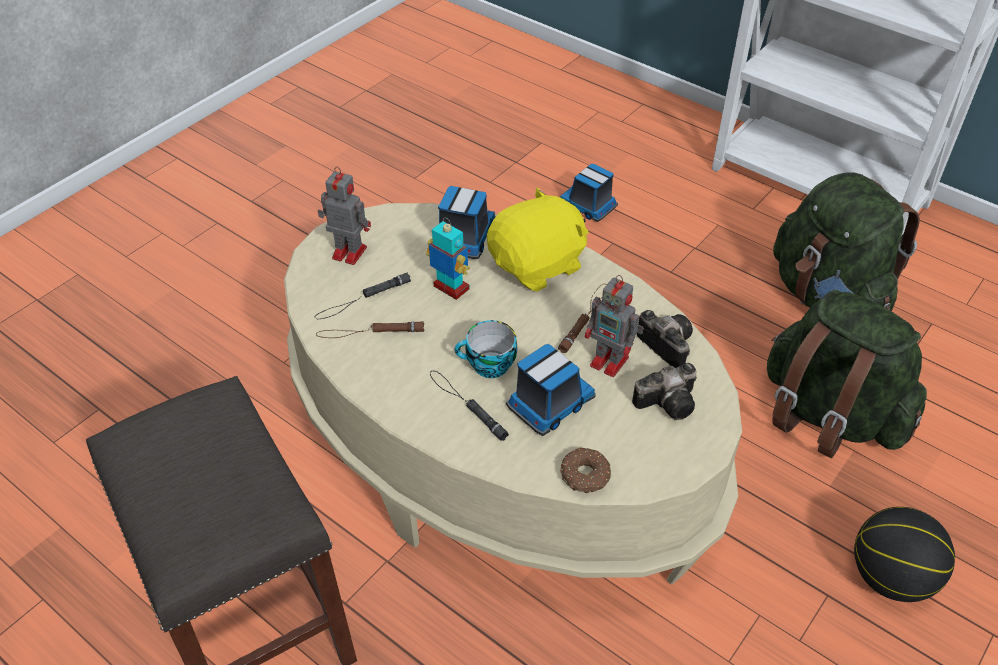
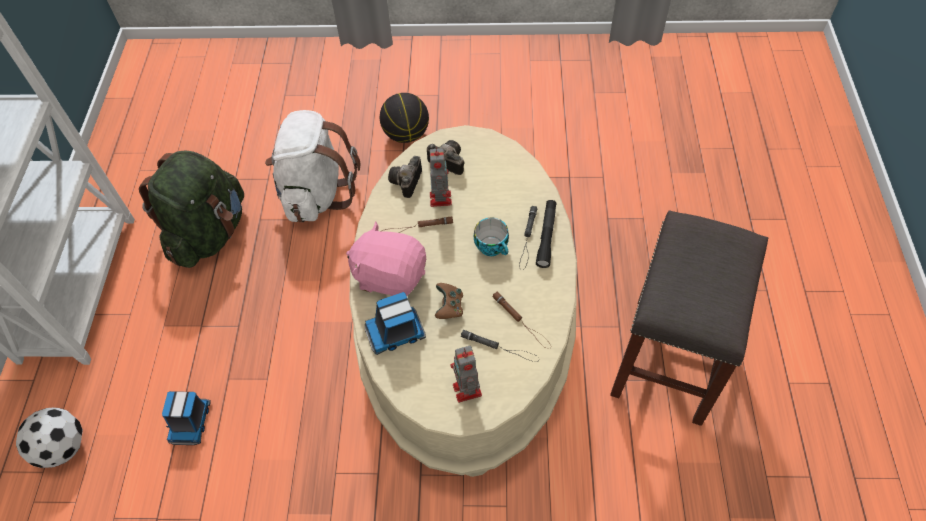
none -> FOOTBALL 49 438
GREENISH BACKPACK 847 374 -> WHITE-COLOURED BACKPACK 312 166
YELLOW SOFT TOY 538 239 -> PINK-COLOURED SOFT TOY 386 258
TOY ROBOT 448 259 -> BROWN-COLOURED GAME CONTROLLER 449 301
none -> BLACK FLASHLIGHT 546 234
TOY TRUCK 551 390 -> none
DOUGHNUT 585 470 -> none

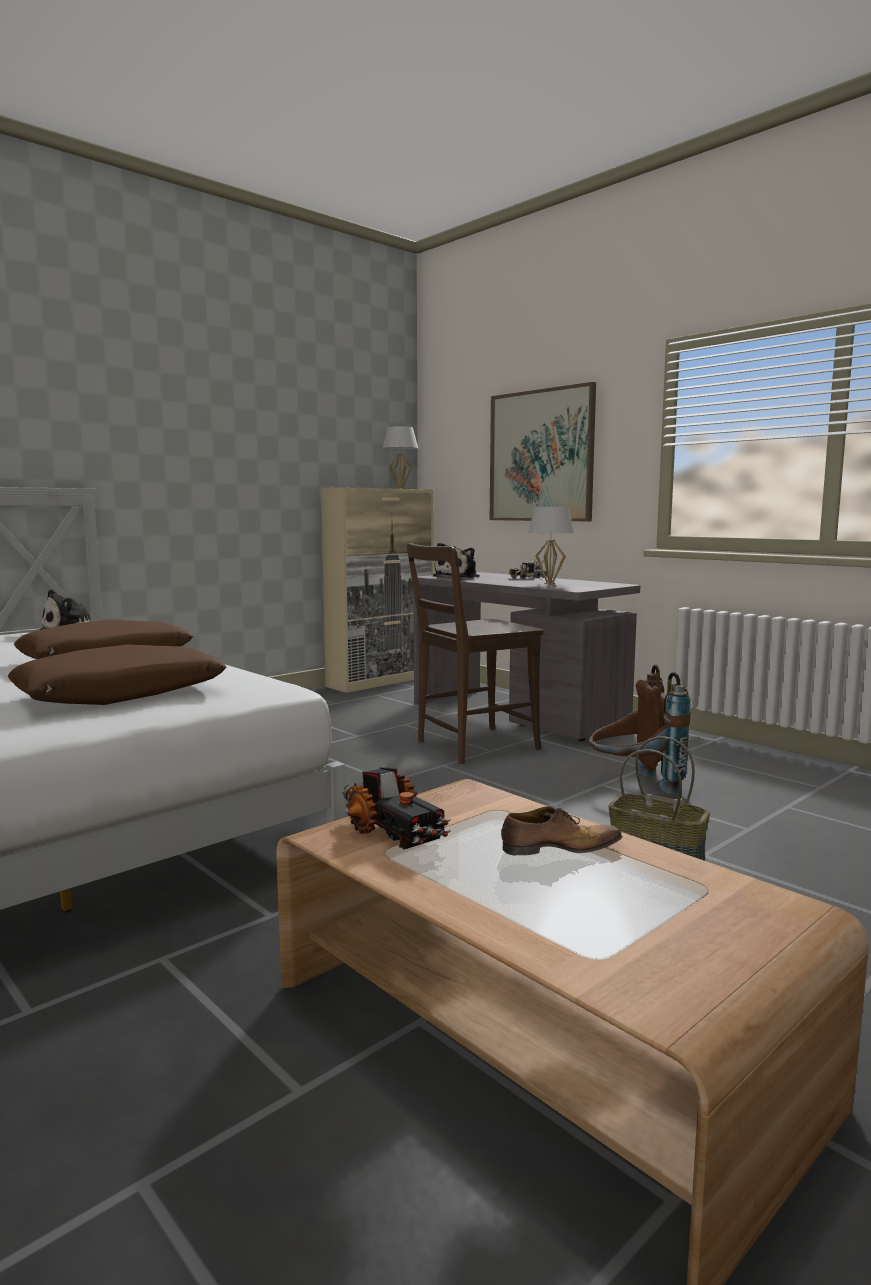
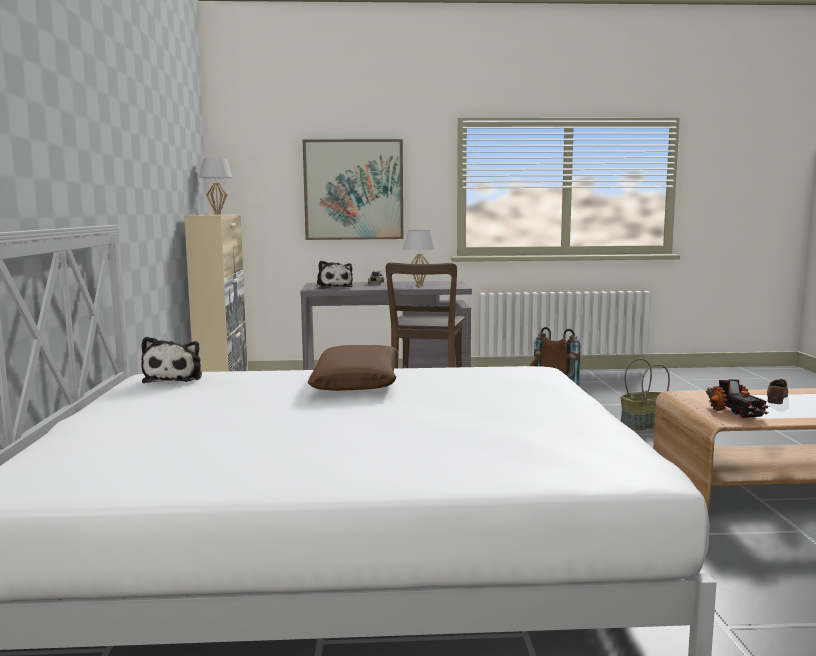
TOY TRUCK 396 808 -> TOY TRUCK 738 398, 75 degrees clockwise
BROWN-COLOURED CUSHION 117 674 -> none

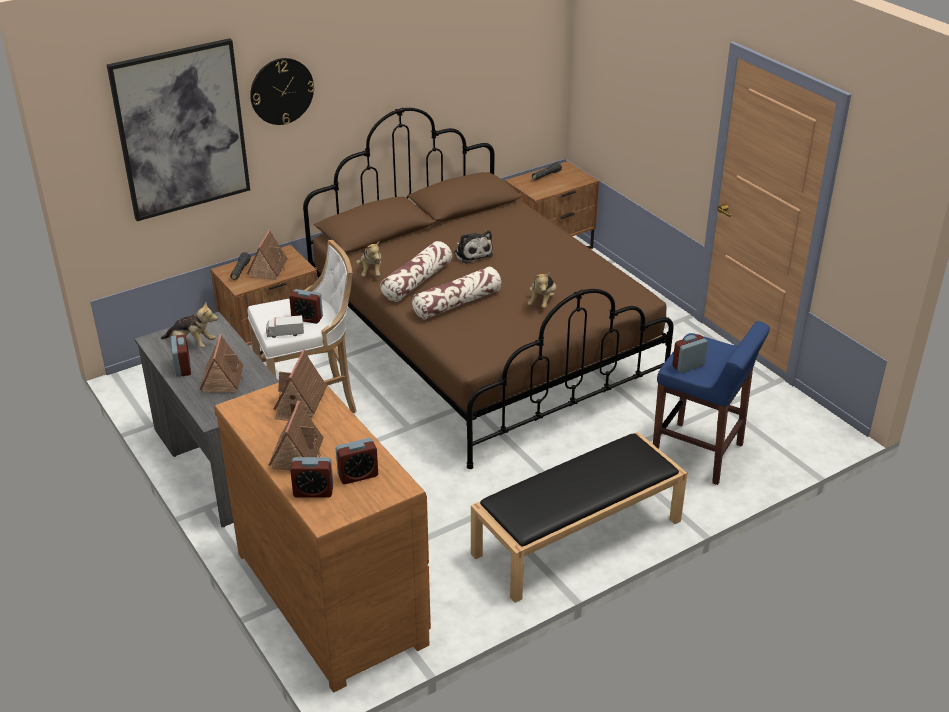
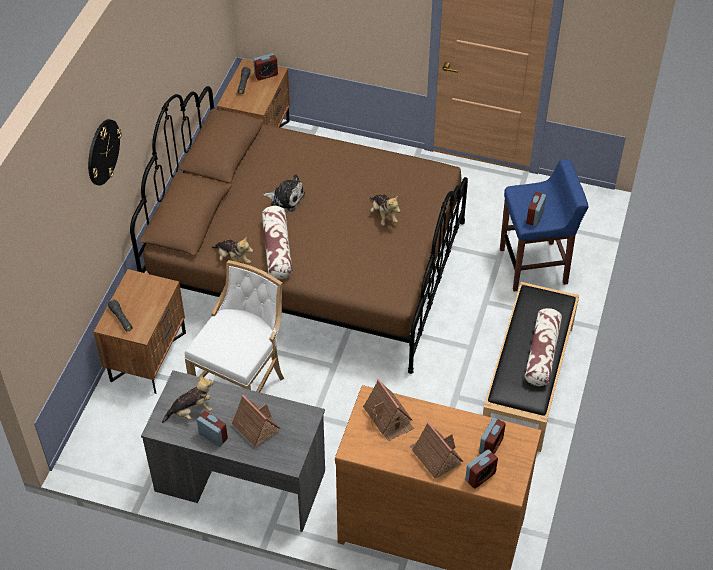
TABLE CLOCK 306 306 -> TABLE CLOCK 265 66, moved
CUSHION 456 293 -> CUSHION 543 347, moved
WALL PICTURE 178 129 -> none
TOY HOUSE 267 254 -> none
TOY TRUCK 285 326 -> none

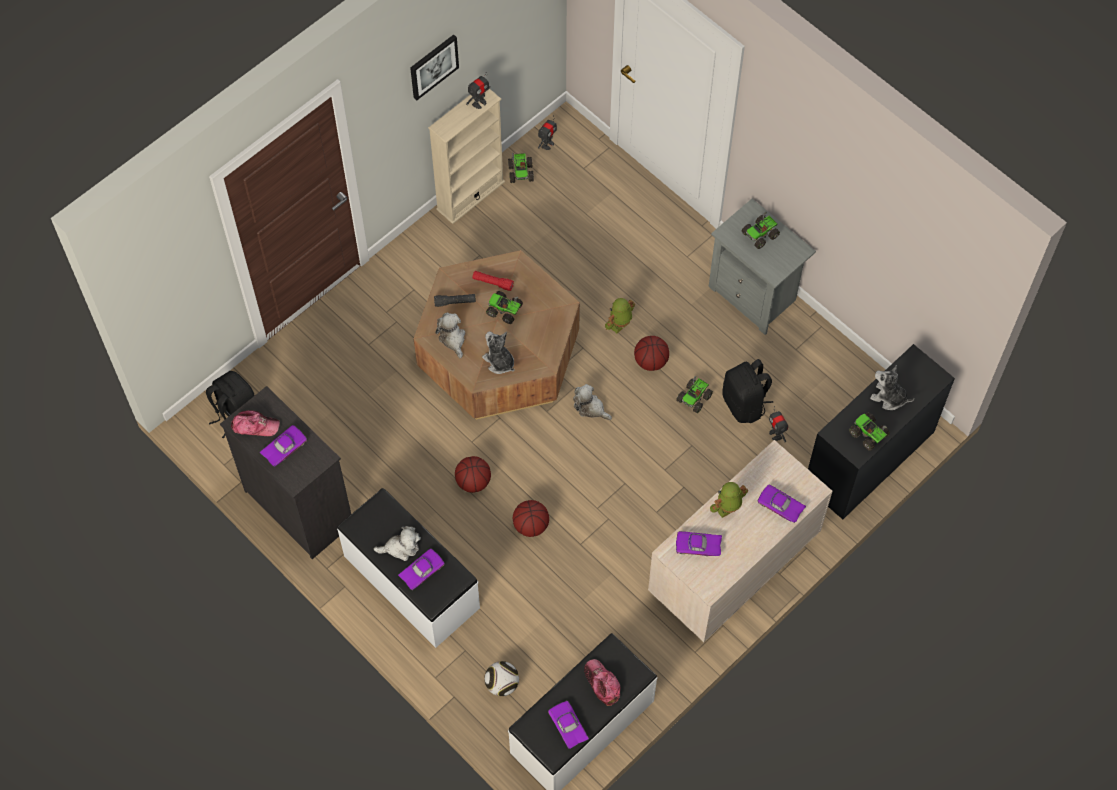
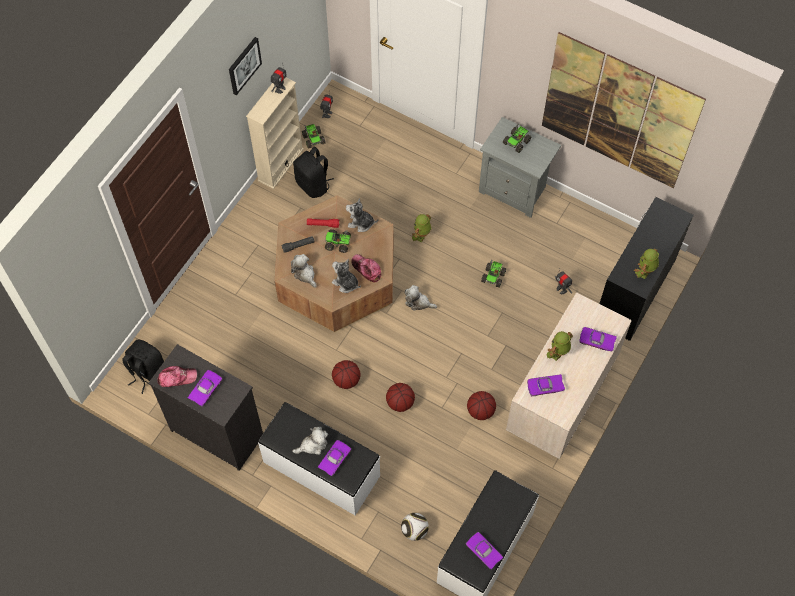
BLACK BACKPACK 747 391 -> BLACK BACKPACK 313 172, moved
SOFT TOY 892 387 -> SOFT TOY 362 215, moved
PEAKED CAP 602 682 -> PEAKED CAP 366 268, moved
BASKETBALL BALL 651 353 -> BASKETBALL BALL 481 405, moved
none -> WALL PICTURE 624 110
TOY TRUCK 869 432 -> TOY ROBOT 646 263

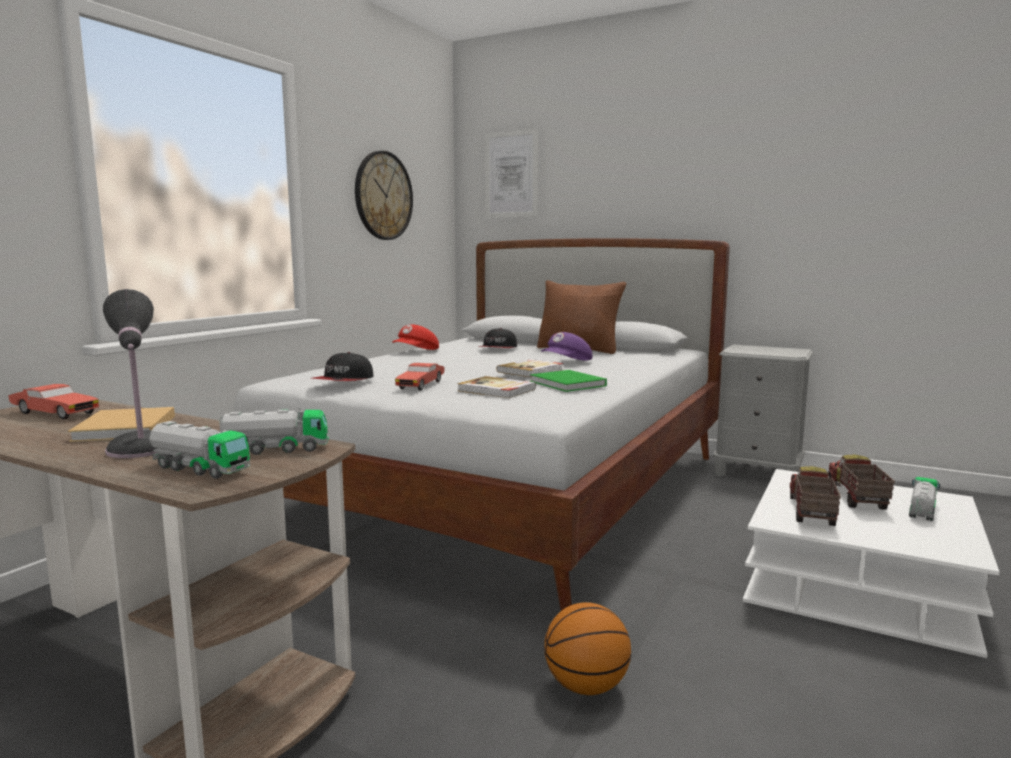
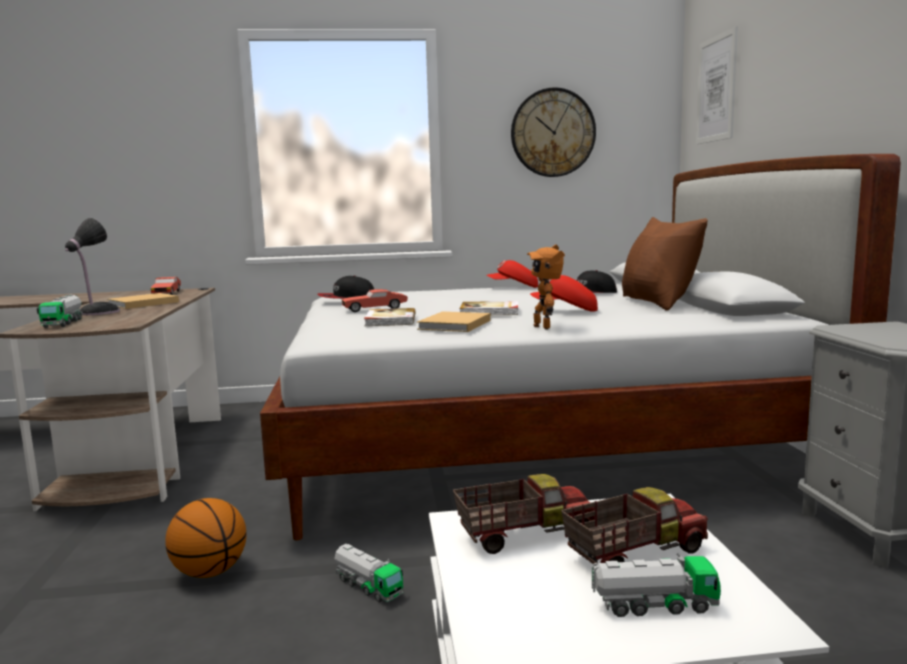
TOY TRUCK 274 431 -> TOY TRUCK 369 573, moved
GREENISH VOLUME 568 381 -> SAND-COLOURED VOLUME 454 321
none -> TOY ROBOT 546 287
PURPLISH PEAKED CAP 566 346 -> RED-COLOURED PEAKED CAP 564 293

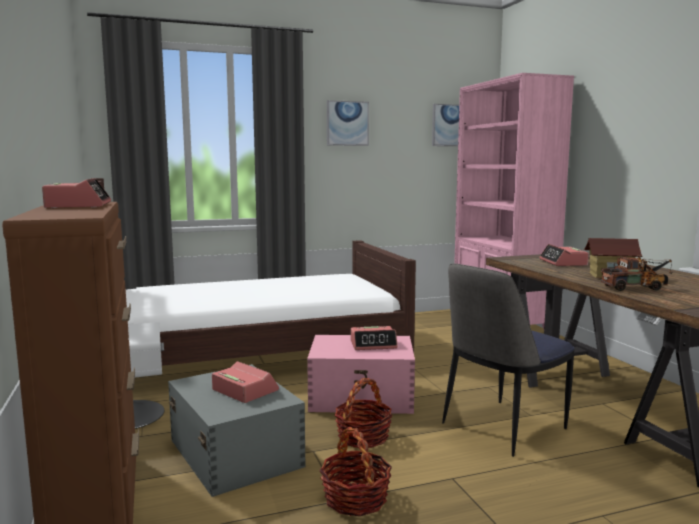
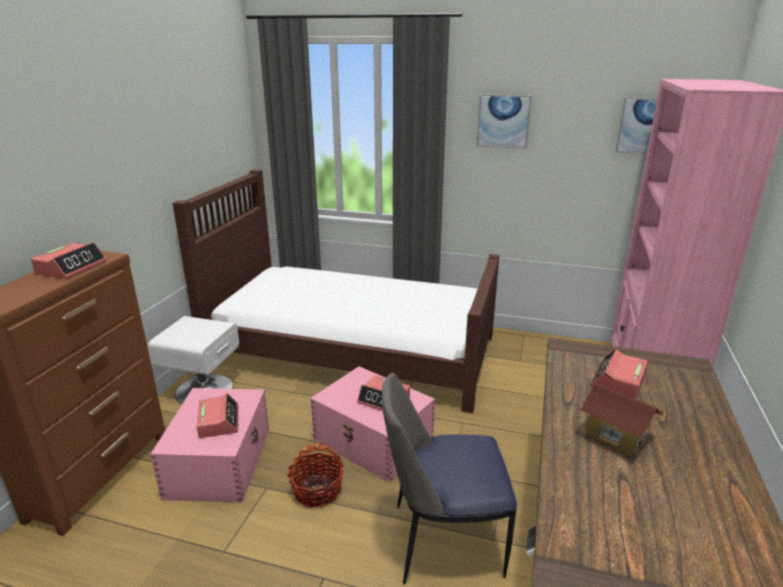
GREY STORAGE CONTAINER 237 430 -> PINK-COLOURED STORAGE CONTAINER 209 445
STORAGE BASKET 355 471 -> none
TOY TRUCK 636 274 -> none

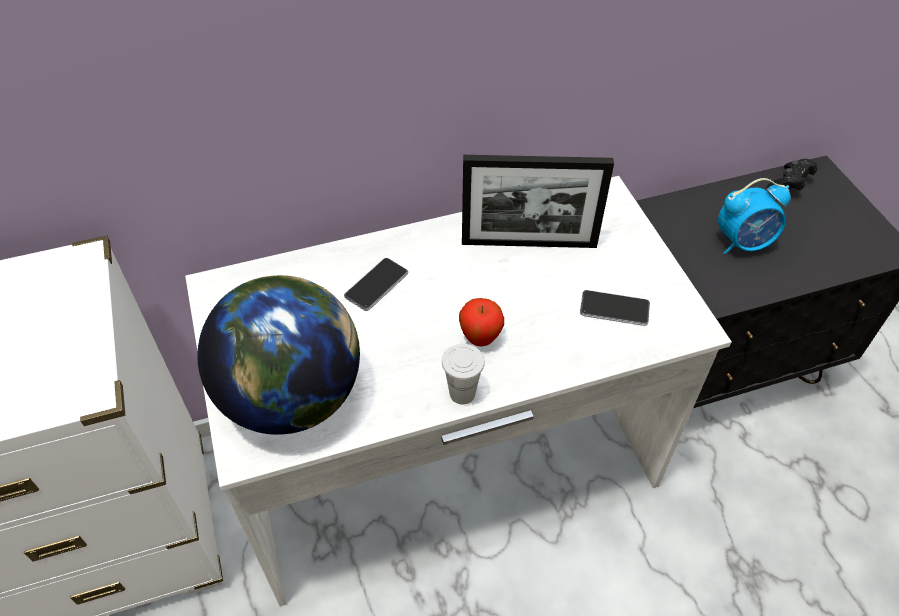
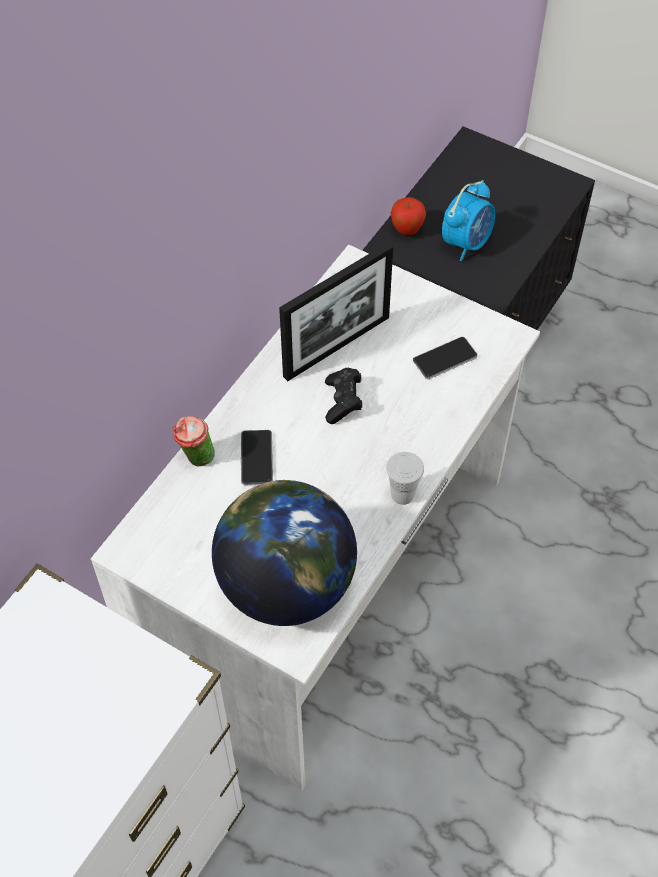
none -> SMALL CUP 193 441
BLACK GAME CONTROLLER 792 175 -> BLACK GAME CONTROLLER 343 396, moved
APPLE FRUIT 481 322 -> APPLE FRUIT 408 216, moved

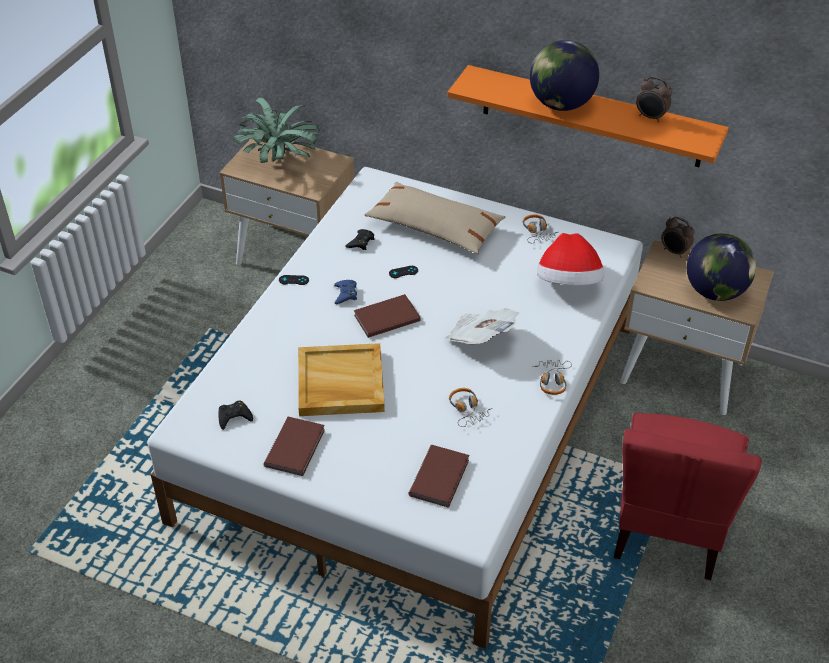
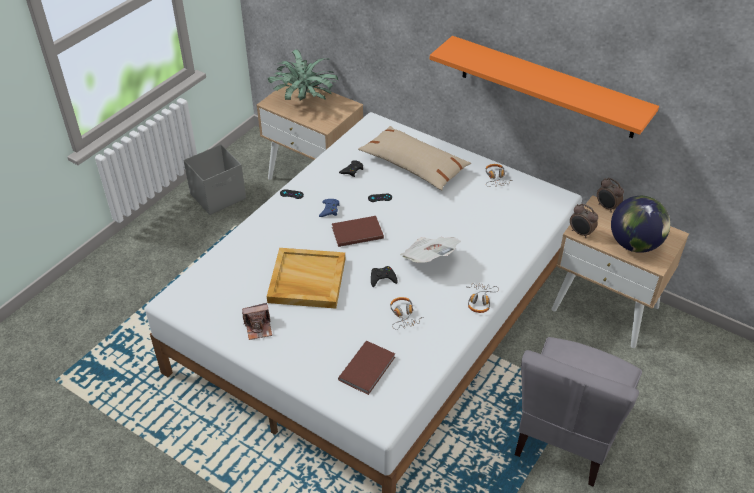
none -> GREY STORAGE CONTAINER 215 179
BROWN-COLOURED VOLUME 294 446 -> PHOTO CAMERA 257 321
BLACK GAME CONTROLLER 235 415 -> BLACK GAME CONTROLLER 384 276, moved
RED-COLOURED PLAIN CHAIR 688 496 -> GREY PLAIN CHAIR 578 412
TABLE CLOCK 654 99 -> TABLE CLOCK 584 220, moved
DESK GLOBE 564 75 -> none
CLOTHING HAT 570 259 -> none

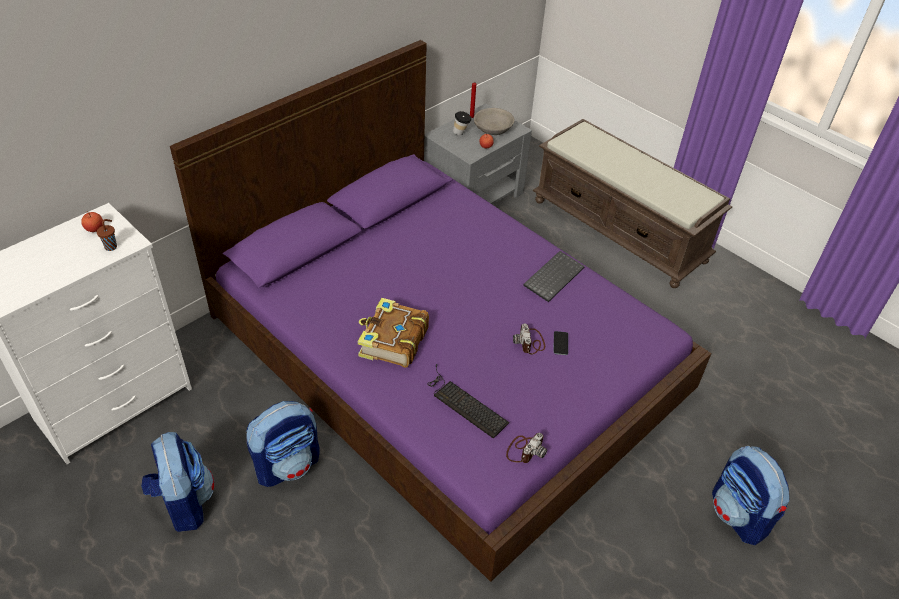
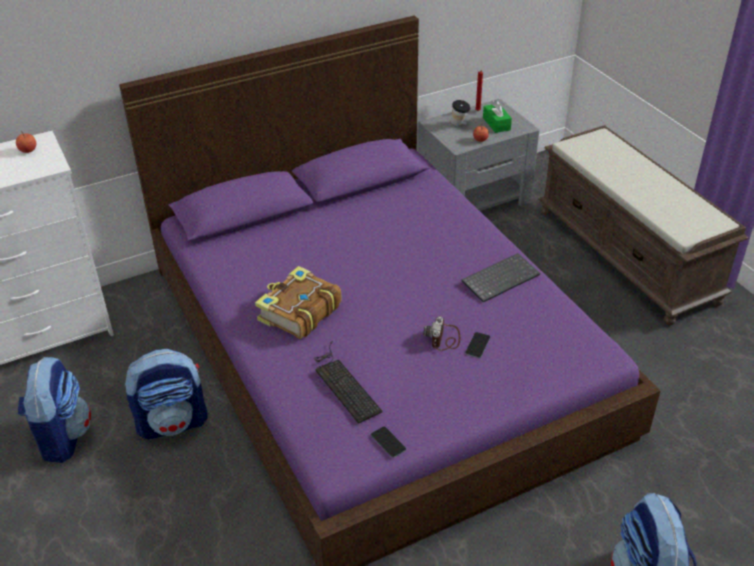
PHOTO CAMERA 526 448 -> HANDSET 388 442
GREY SERVING BOWL 494 121 -> GREENISH BOX OF TISSUES 497 116
BROWN-COLOURED SMALL CUP 107 235 -> none

